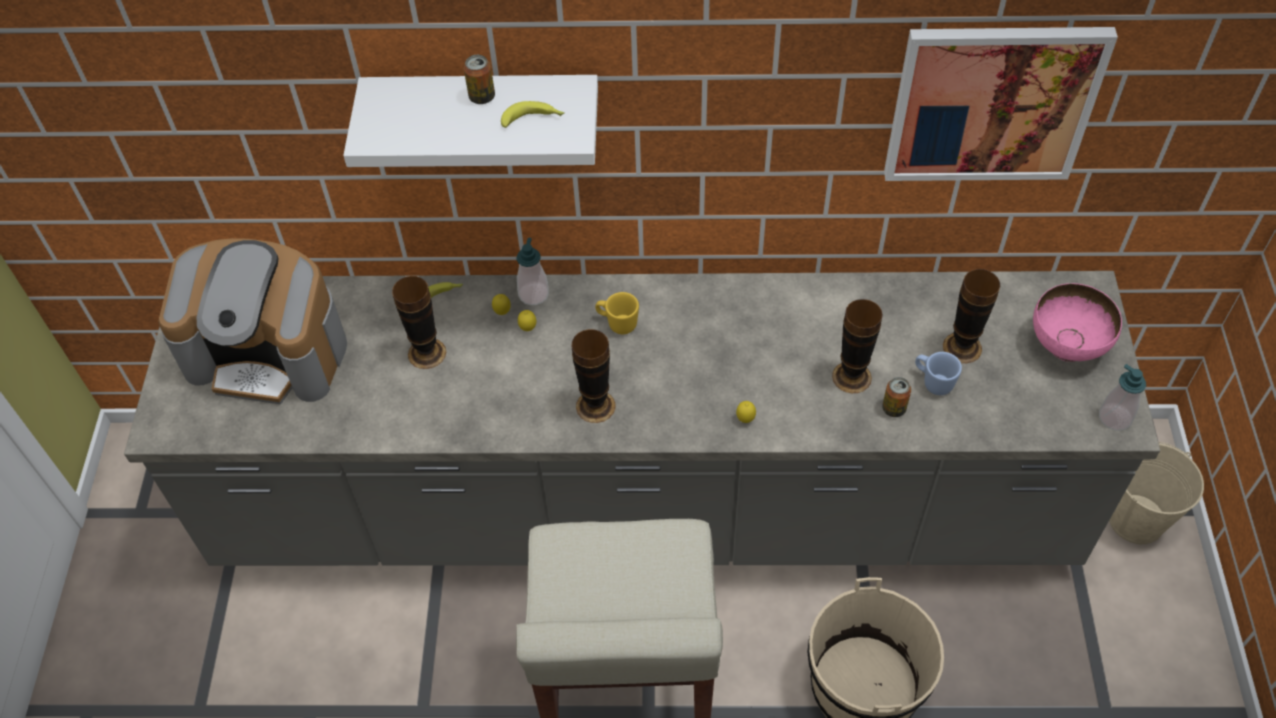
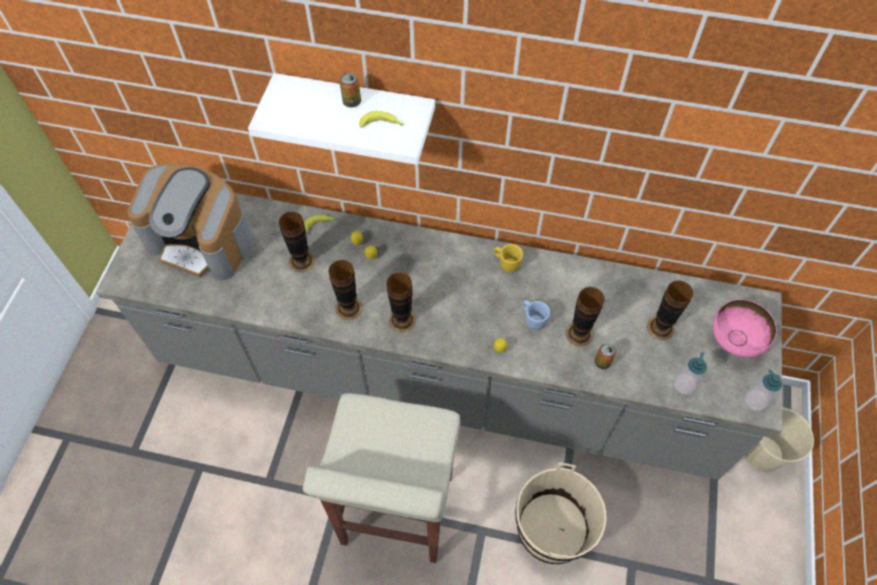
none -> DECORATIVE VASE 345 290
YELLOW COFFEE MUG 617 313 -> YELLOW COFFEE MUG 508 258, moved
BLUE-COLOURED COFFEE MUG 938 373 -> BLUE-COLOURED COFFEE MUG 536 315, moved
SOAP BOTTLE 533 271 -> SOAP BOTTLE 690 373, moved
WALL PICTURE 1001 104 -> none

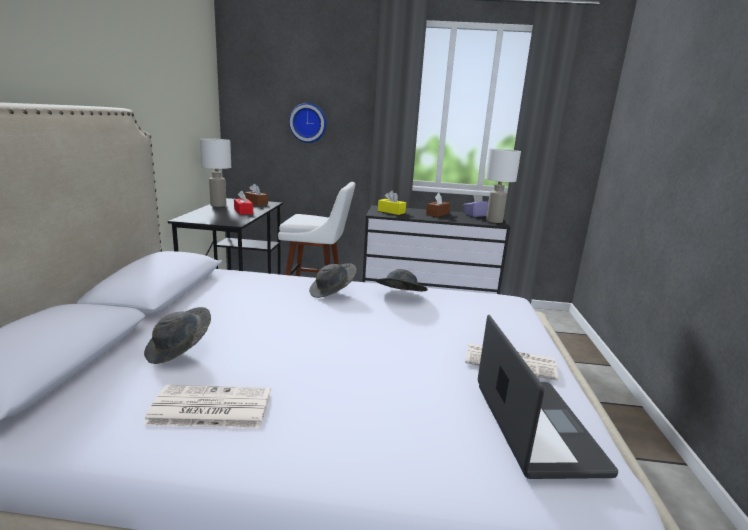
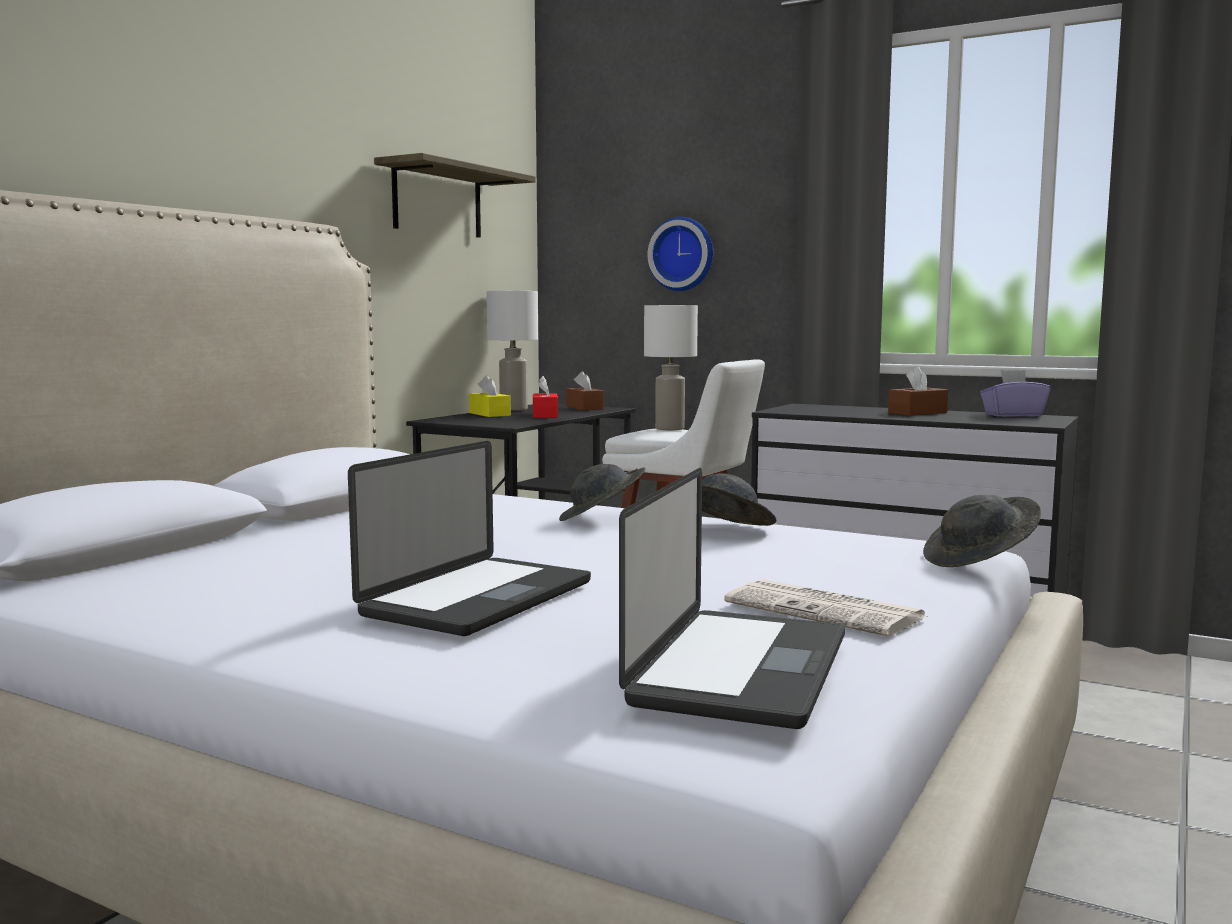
none -> LAPTOP 469 538
none -> BRACKET SHELF 455 195
YELLOW BOX OF TISSUES 392 203 -> YELLOW BOX OF TISSUES 490 396, moved
WHITE-COLOURED TABLE LAMP 503 186 -> WHITE-COLOURED TABLE LAMP 671 367, moved
GREY CLOTHING HAT 177 335 -> GREY CLOTHING HAT 982 531, moved
NEWSPAPER 207 406 -> none

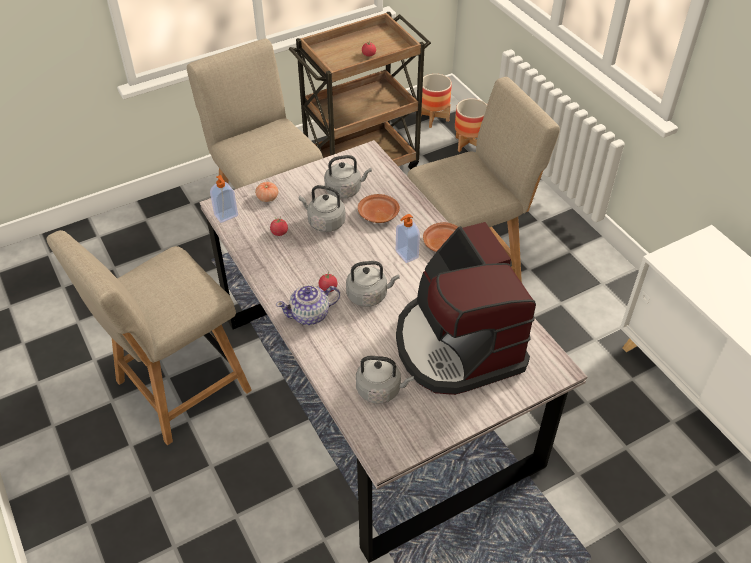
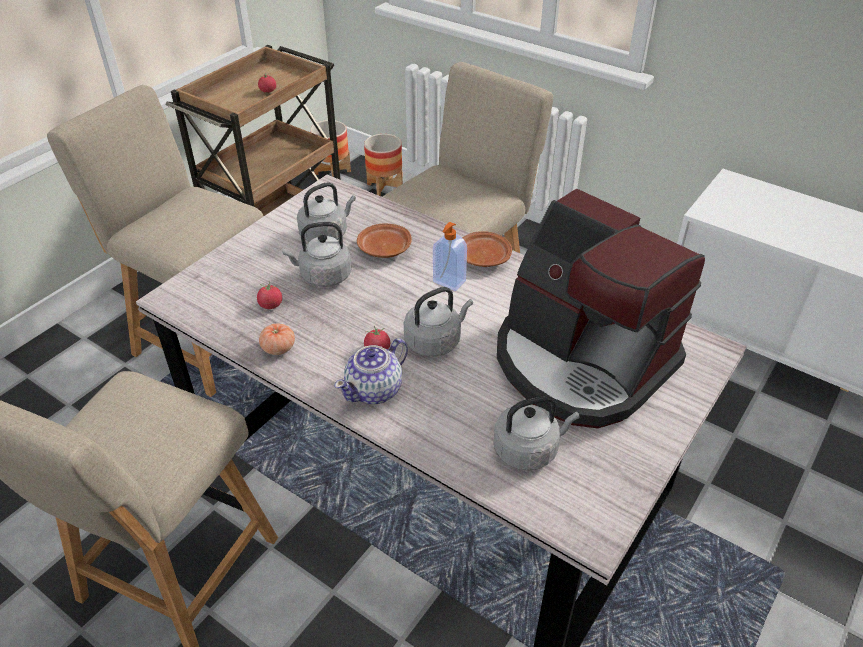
FRESH TOMATO 266 192 -> FRESH TOMATO 277 339, moved
SOAP BOTTLE 224 199 -> none

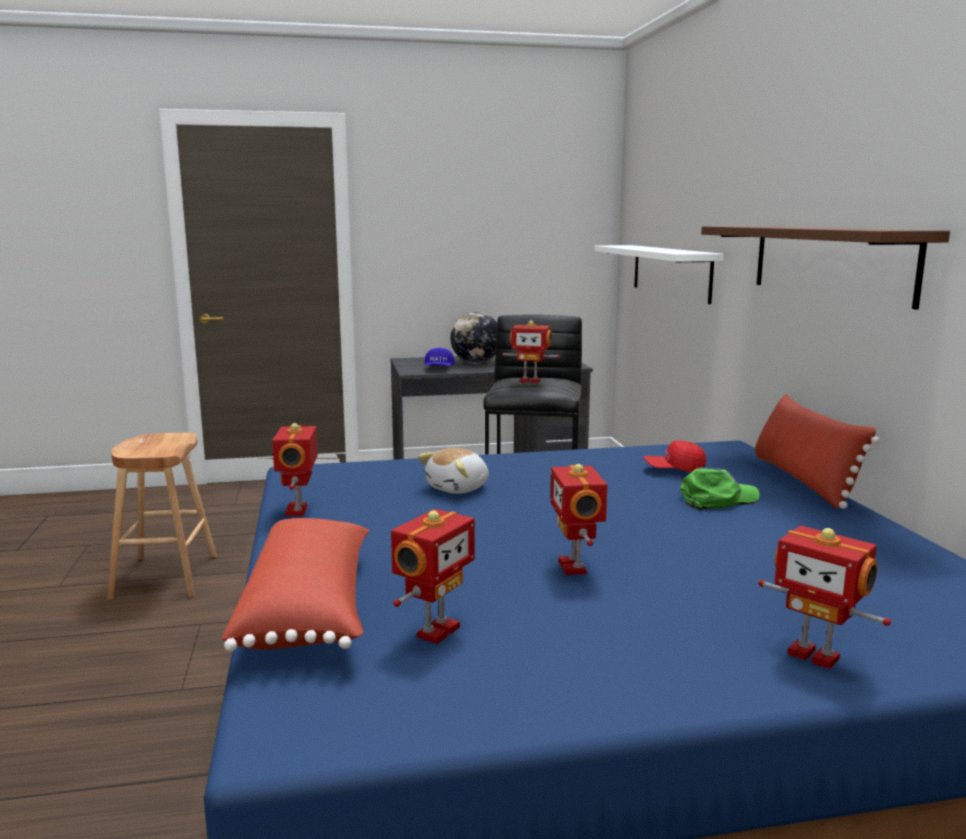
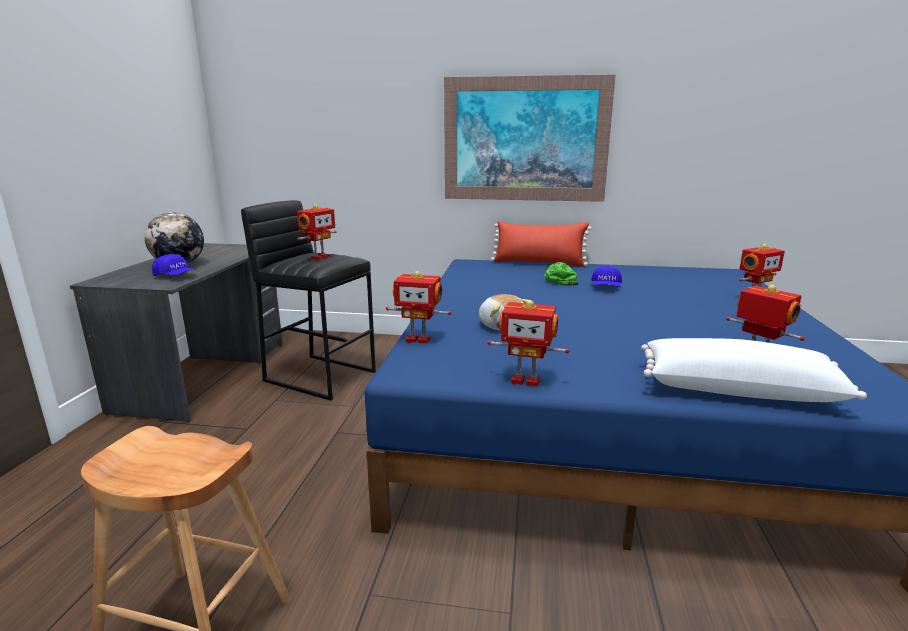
TOY ROBOT 578 519 -> TOY ROBOT 419 307, moved
BROWN-COLOURED BRACKET SHELF 825 268 -> WALL PICTURE 529 138
none -> BLUE-COLOURED PEAKED CAP 606 276
RED-COLOURED CUSHION 295 585 -> WHITE-COLOURED CUSHION 754 370
WHITE-COLOURED BRACKET SHELF 659 274 -> none
RED-COLOURED PEAKED CAP 675 456 -> none

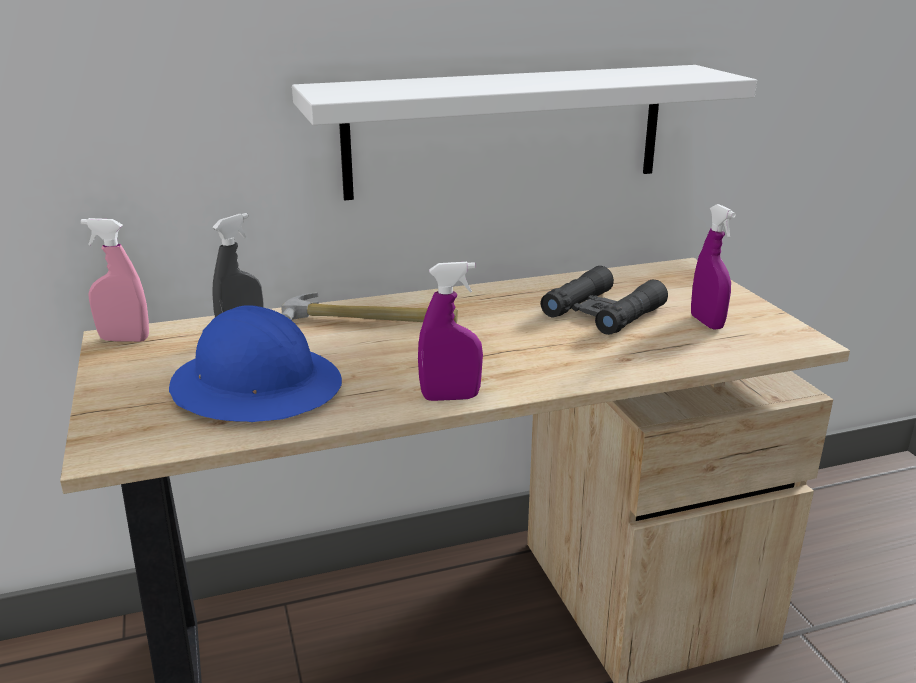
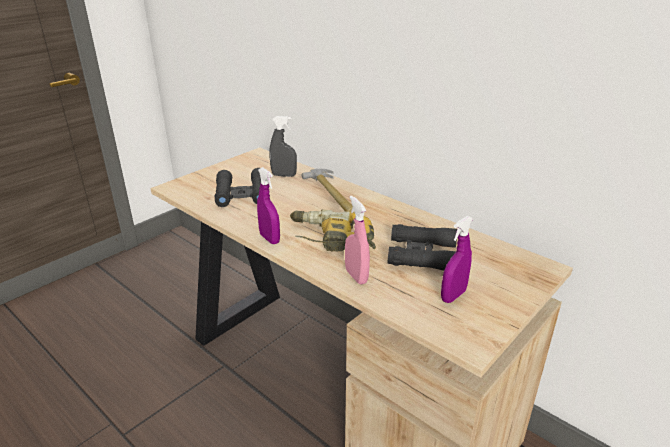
BLUE-COLOURED HARD HAT 255 363 -> BLACK FIELD GLASSES 238 187
none -> ELECTRIC DRILL 333 231
PINK-COLOURED SPRAYER 115 280 -> PINK-COLOURED SPRAYER 357 240, moved
WHITE-COLOURED BRACKET SHELF 524 133 -> none

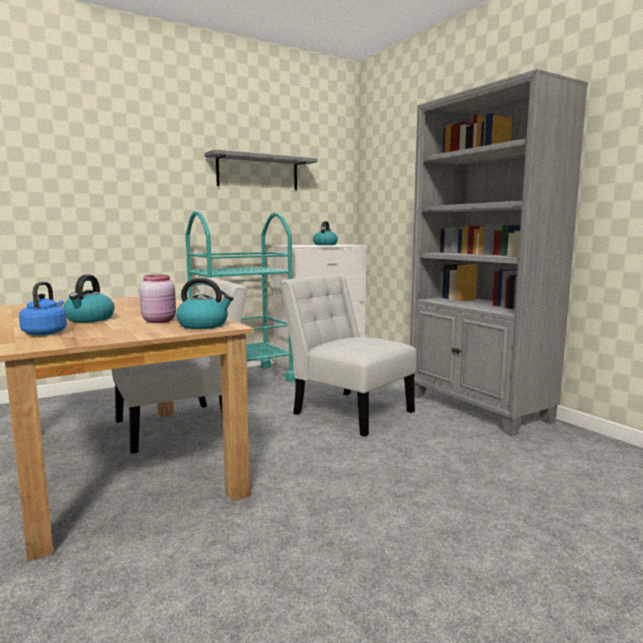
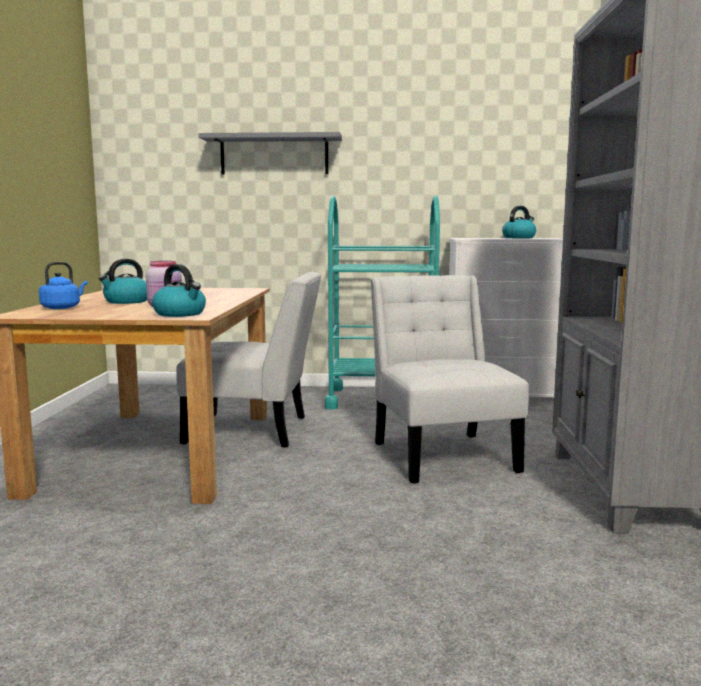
GREY BRACKET SHELF 261 169 -> GREY BRACKET SHELF 270 153, moved

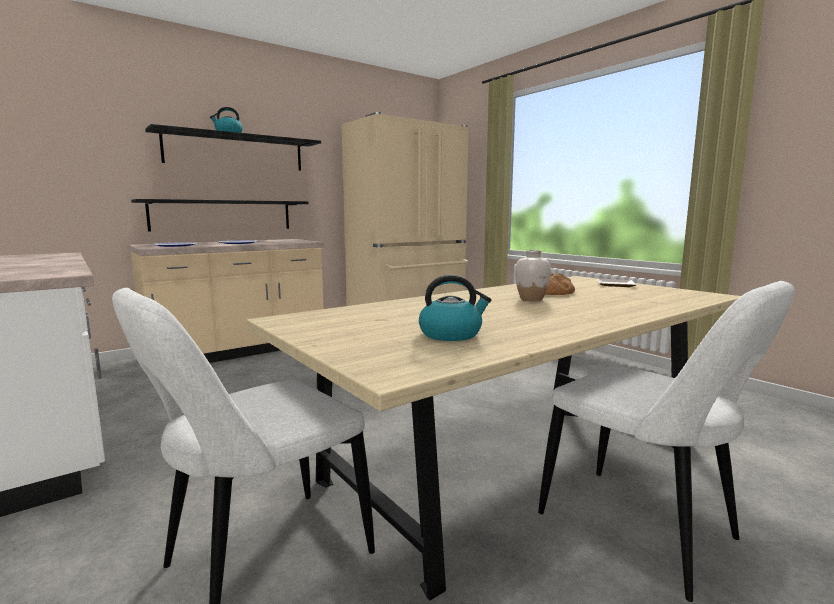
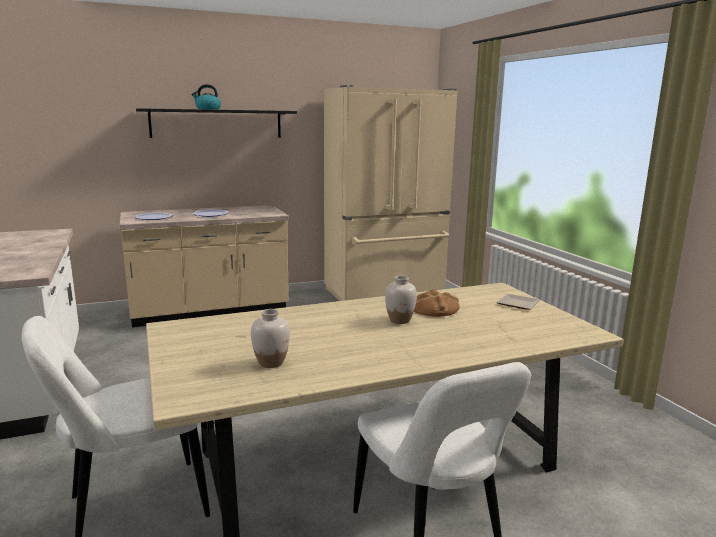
WATER KETTLE 455 308 -> WHITE-COLOURED DECORATIVE VASE 270 338
BLACK BRACKET SHELF 220 215 -> none

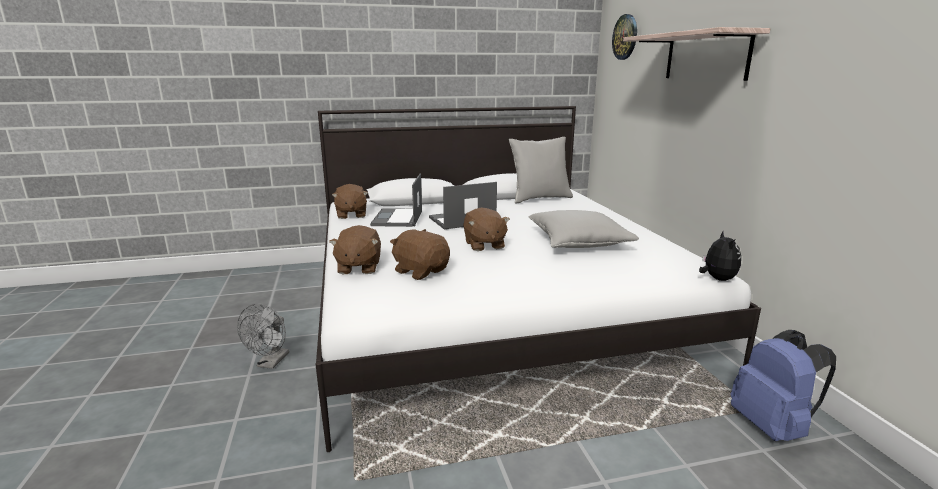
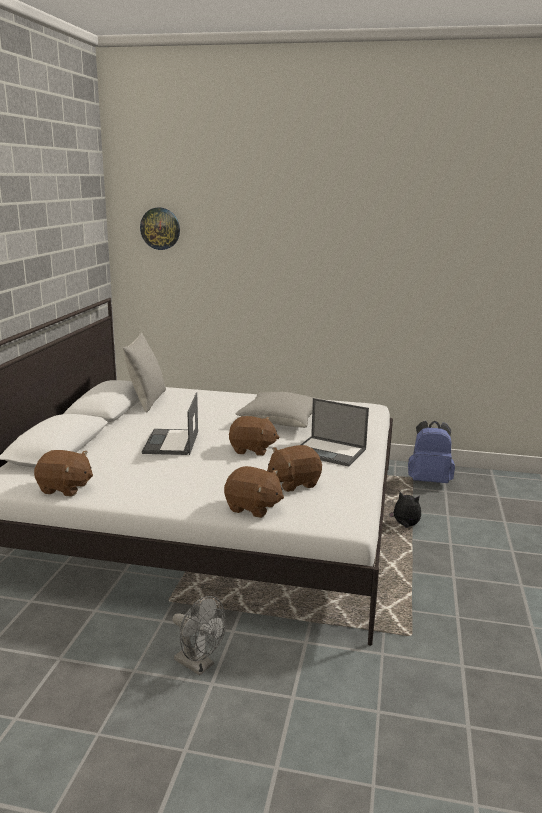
LAPTOP 396 200 -> LAPTOP 335 432, moved
SOFT TOY 720 256 -> SOFT TOY 405 509, moved
BRACKET SHELF 697 54 -> none

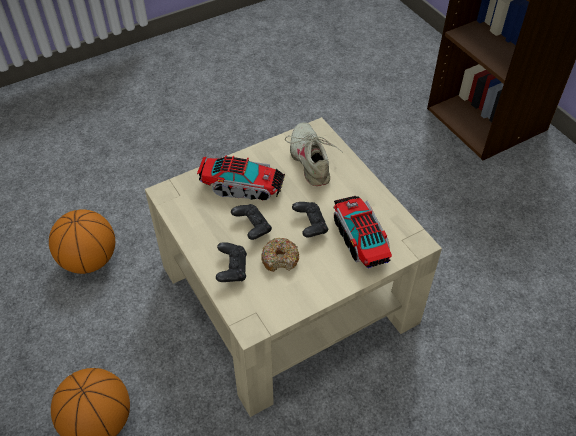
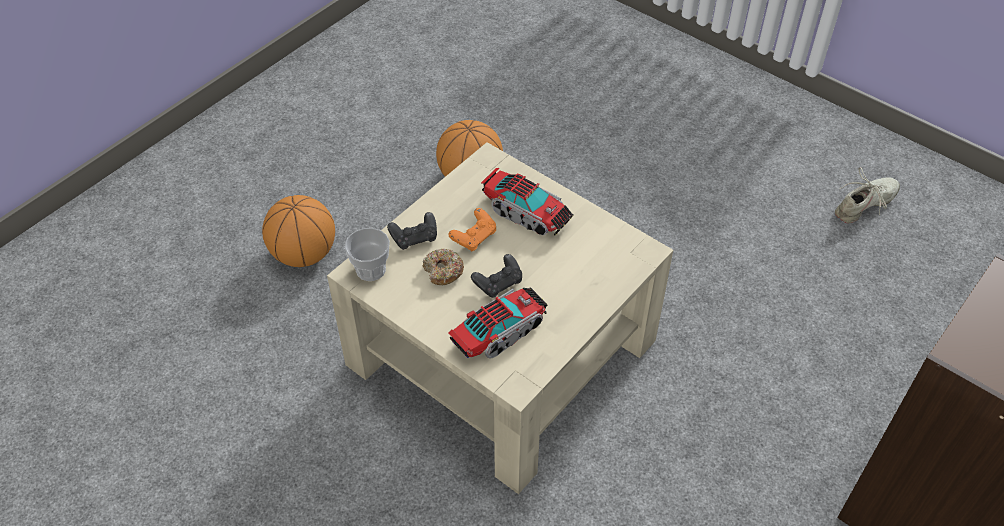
none -> SMALL CUP 367 254
BLACK GAME CONTROLLER 251 222 -> ORANGE-COLOURED GAME CONTROLLER 472 229
TOY TRUCK 241 177 -> TOY TRUCK 527 202, 45 degrees counterclockwise
SAND-COLOURED ITEM OF FOOTWEAR 313 154 -> SAND-COLOURED ITEM OF FOOTWEAR 867 195, moved

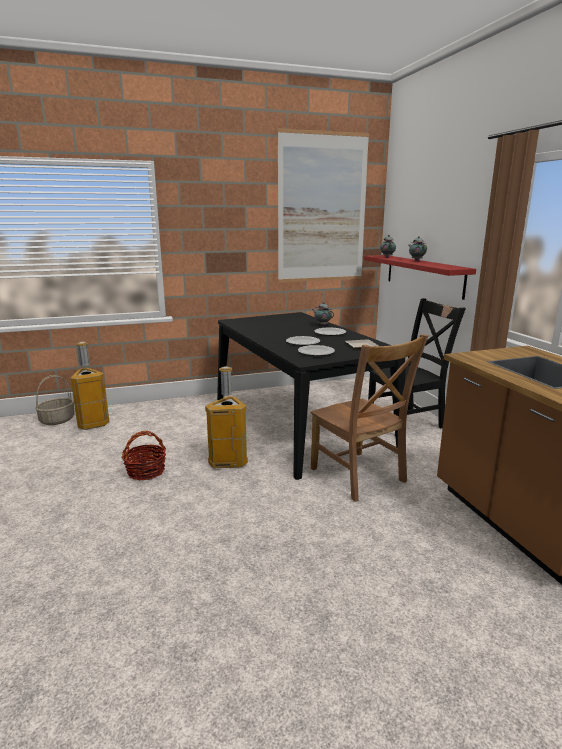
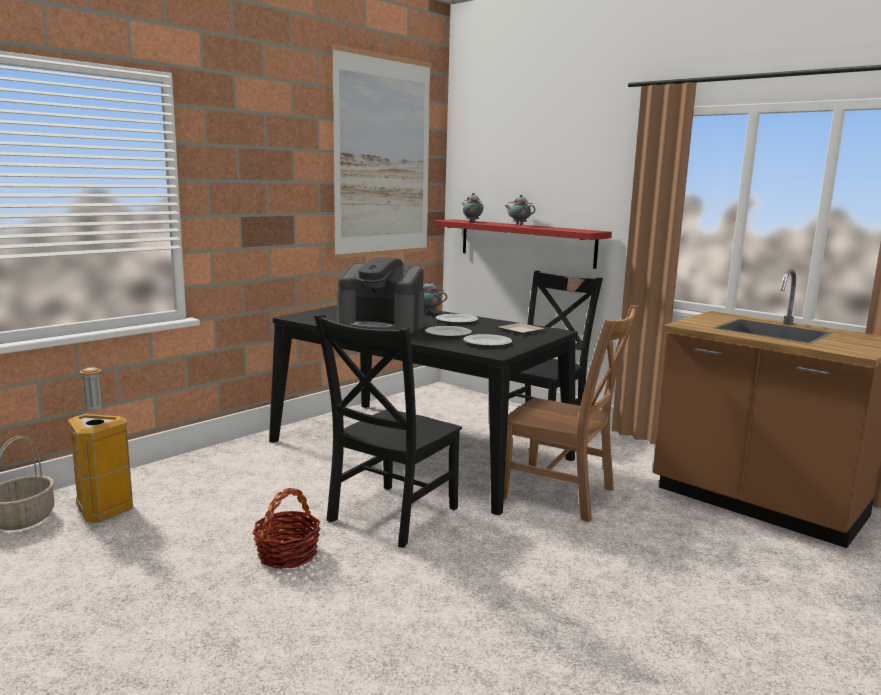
WASTE BIN 226 417 -> BLACK PLAIN CHAIR 388 431
none -> COFFEE MAKER 380 295

